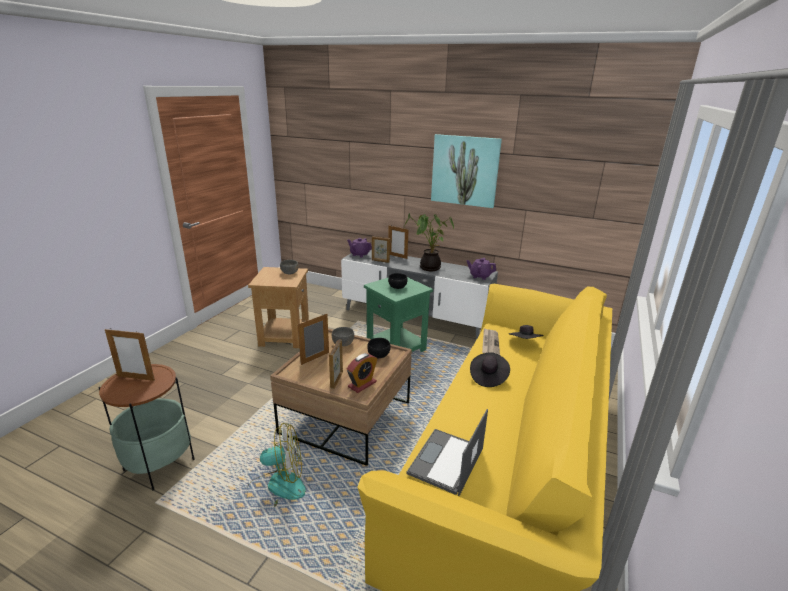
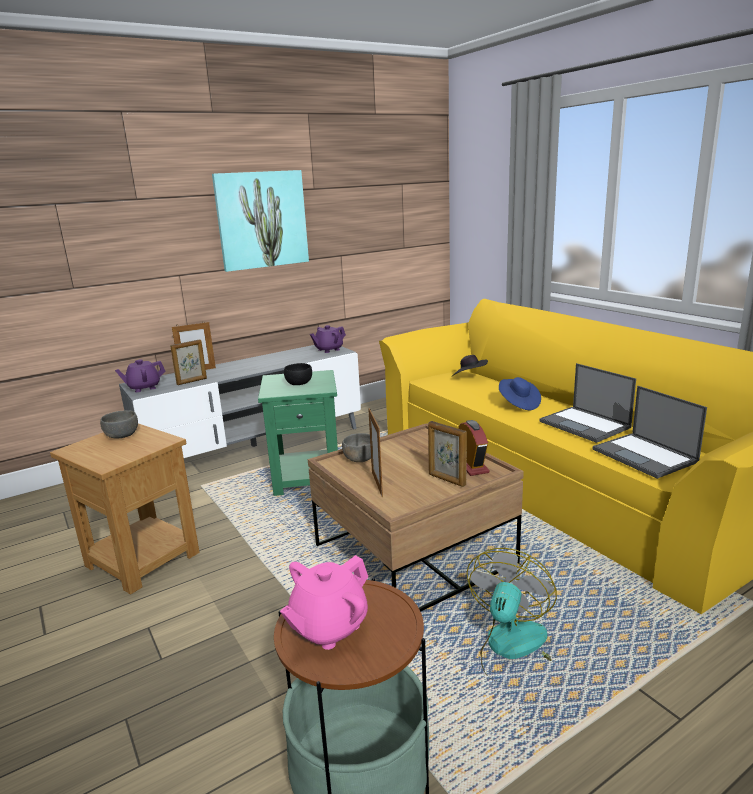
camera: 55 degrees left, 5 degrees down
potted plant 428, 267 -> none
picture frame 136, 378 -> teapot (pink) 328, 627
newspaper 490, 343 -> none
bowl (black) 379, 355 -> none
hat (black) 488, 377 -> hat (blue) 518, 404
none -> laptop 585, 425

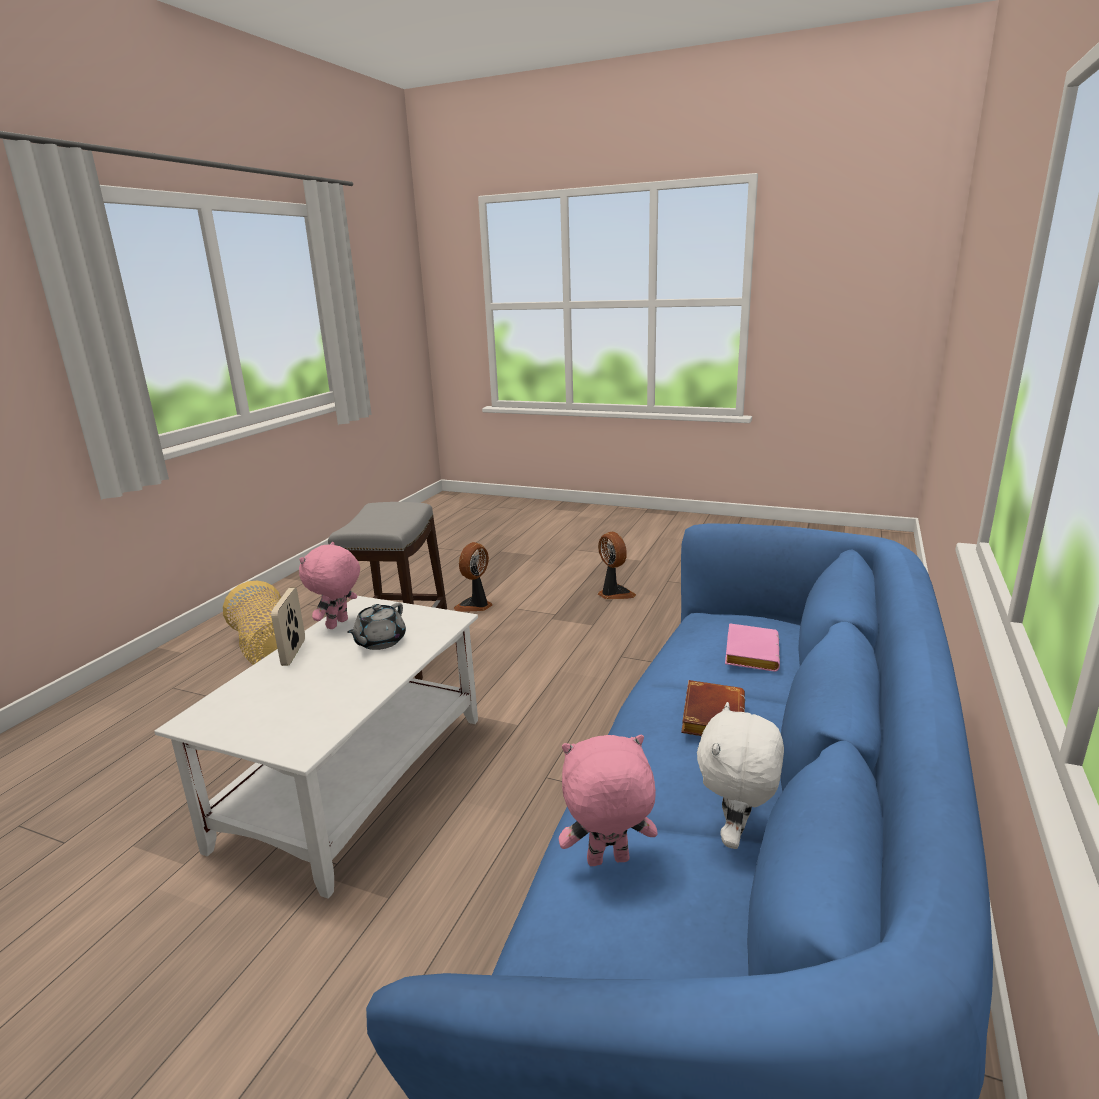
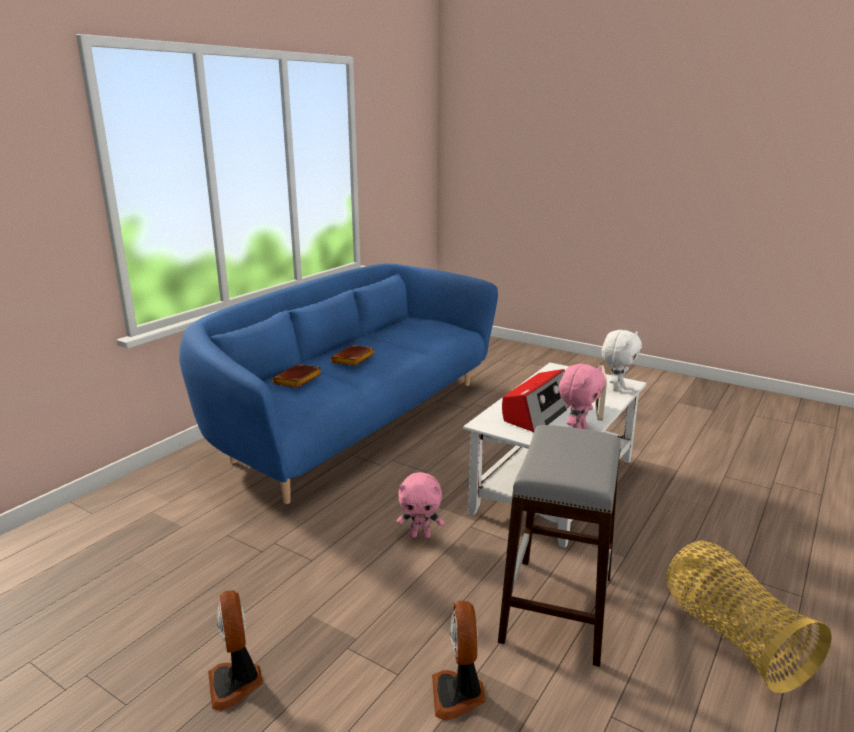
camera: 170 degrees left, 0 degrees up
fan 475, 606 -> fan 459, 694, 135 degrees clockwise
teapot (grey) 379, 642 -> radio 537, 412
book (pink) 749, 652 -> book (brown) 298, 380
plush toy (white) 736, 836 -> plush toy (white) 617, 388, relocated
plush toy (pink) 607, 862 -> plush toy (pink) 420, 535, relocated

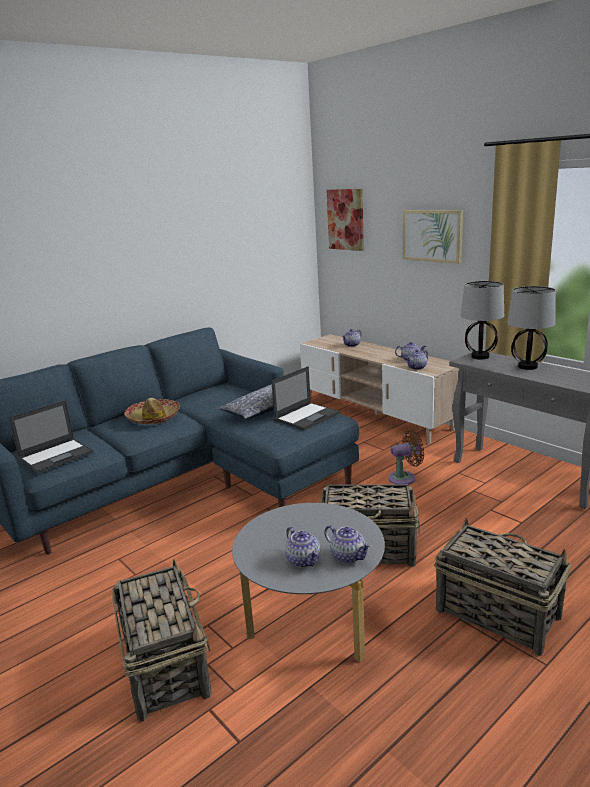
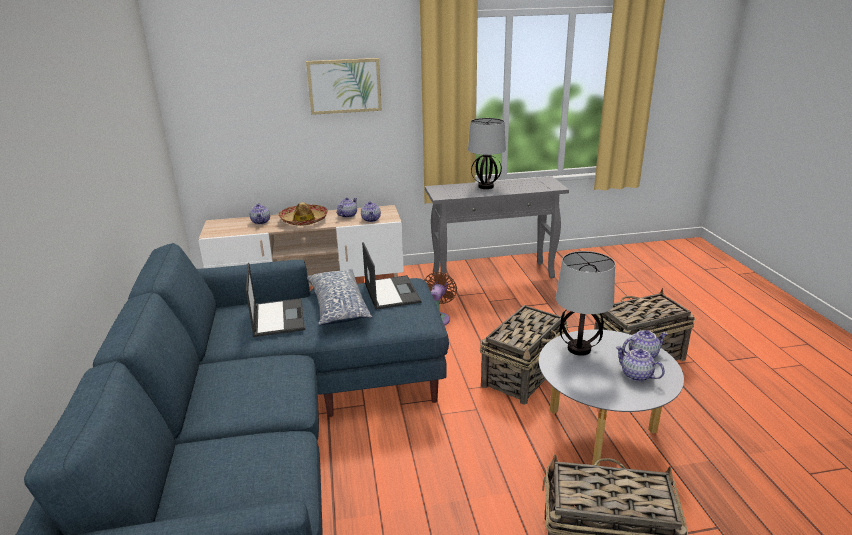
camera: 60 degrees left, 5 degrees up
picture 346, 219 -> none
table lamp 479, 357 -> table lamp 579, 349, relocated
hat 153, 418 -> hat 303, 220, relocated
laptop 57, 456 -> laptop 278, 317, relocated
teapot 304, 560 -> teapot 636, 375, 135 degrees counterclockwise

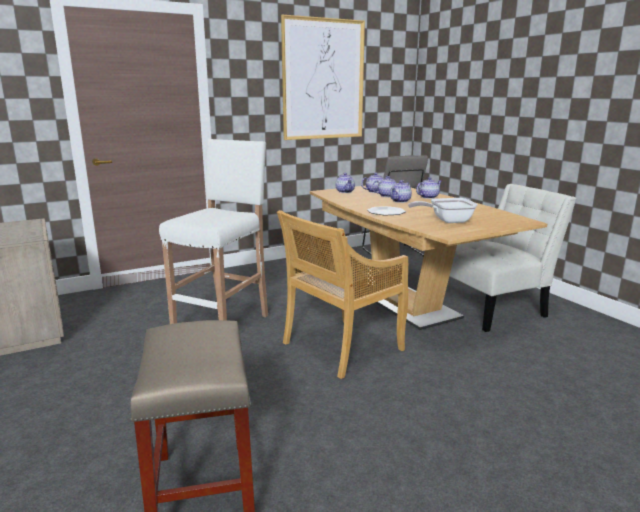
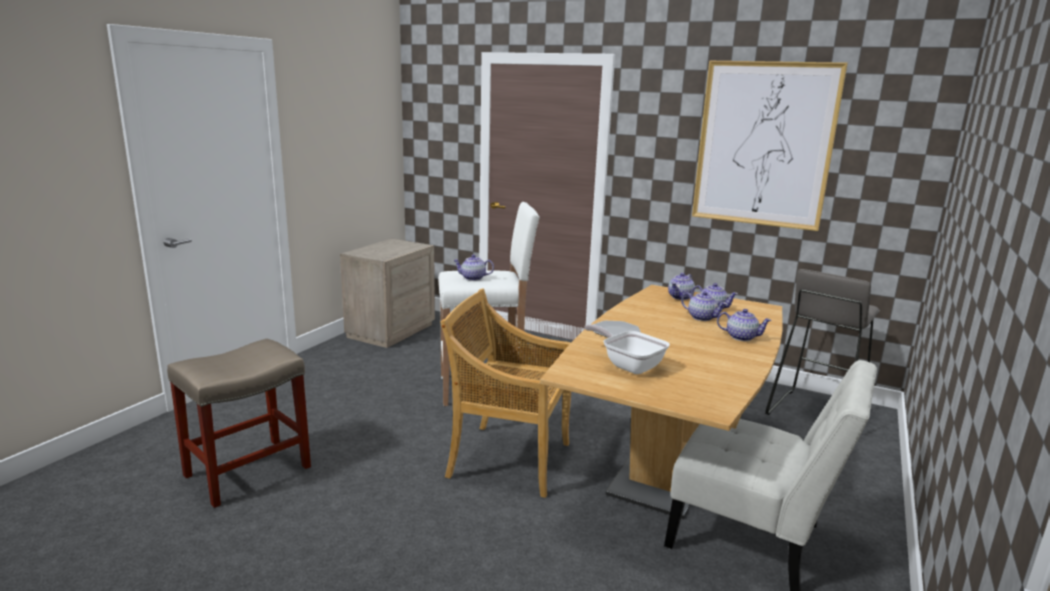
camera: 55 degrees right, 0 degrees up
teapot 400, 201 -> teapot 473, 278, relocated

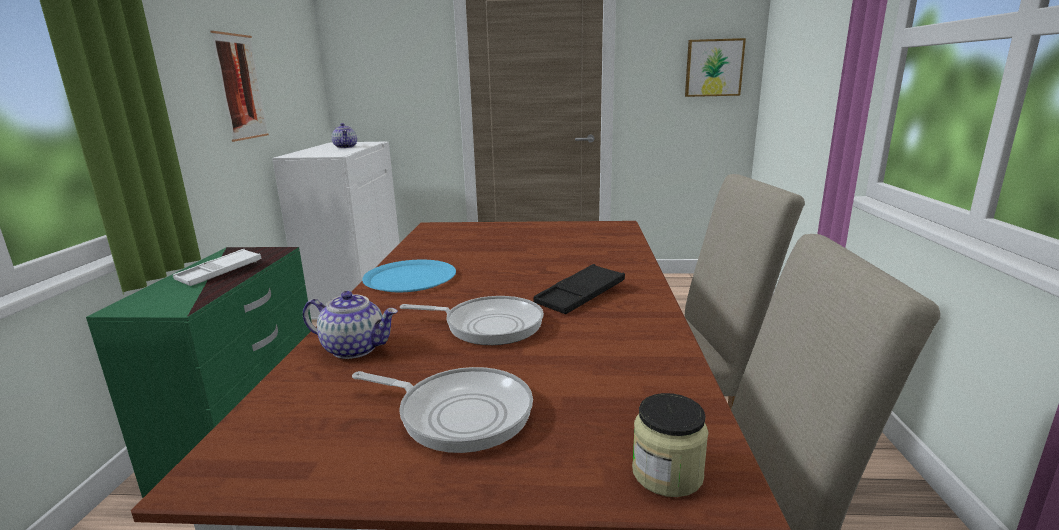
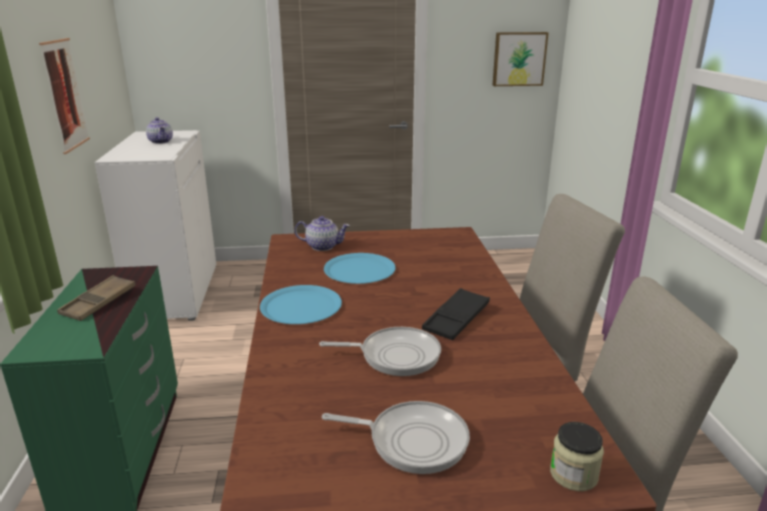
camera: 10 degrees left, 5 degrees up
tray (white) 220, 272 -> tray (brown) 99, 302
teapot 355, 348 -> teapot 323, 246, relocated
none -> plate (blue) 359, 270

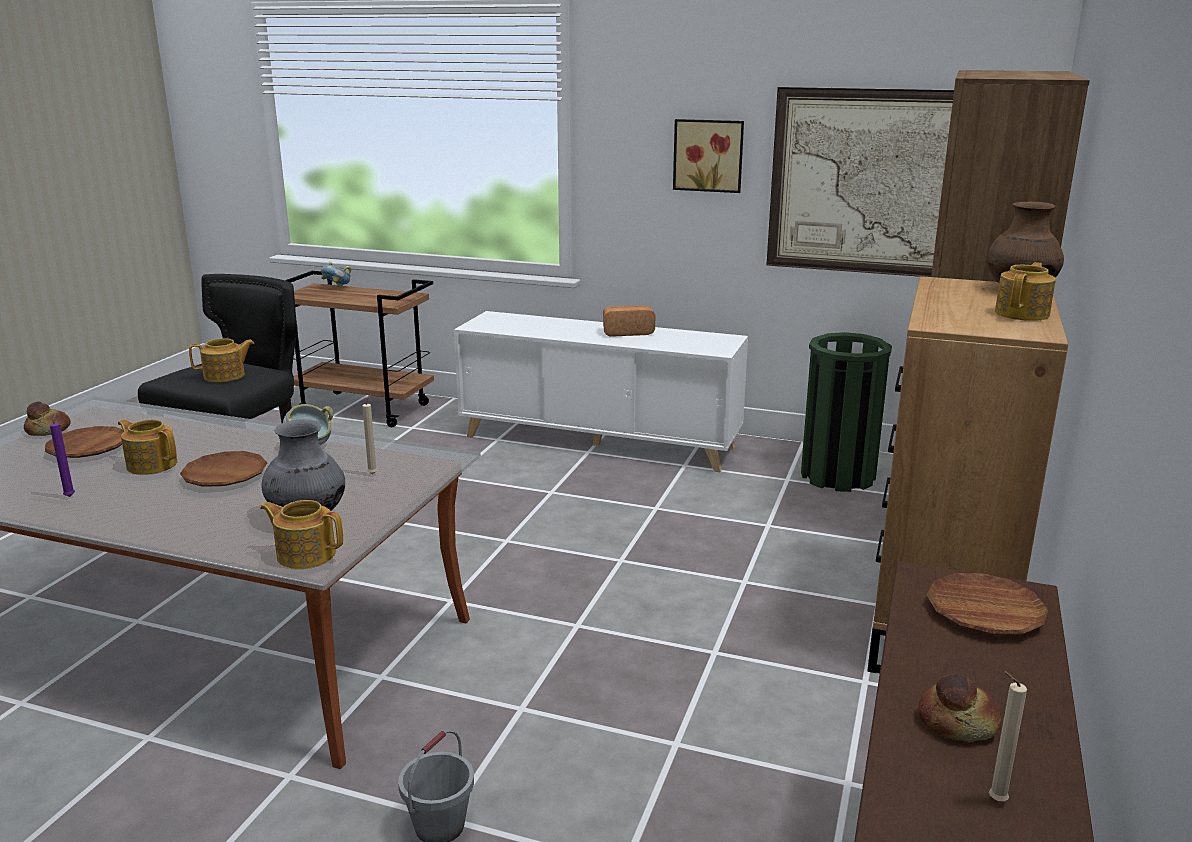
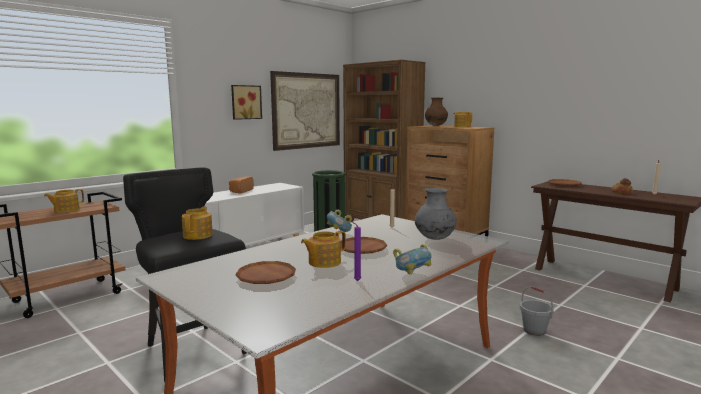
camera: 65 degrees left, 10 degrees down
bowl 337, 288 -> bowl 412, 275, relocated
bread 48, 431 -> none
teapot 305, 554 -> teapot 66, 210, relocated

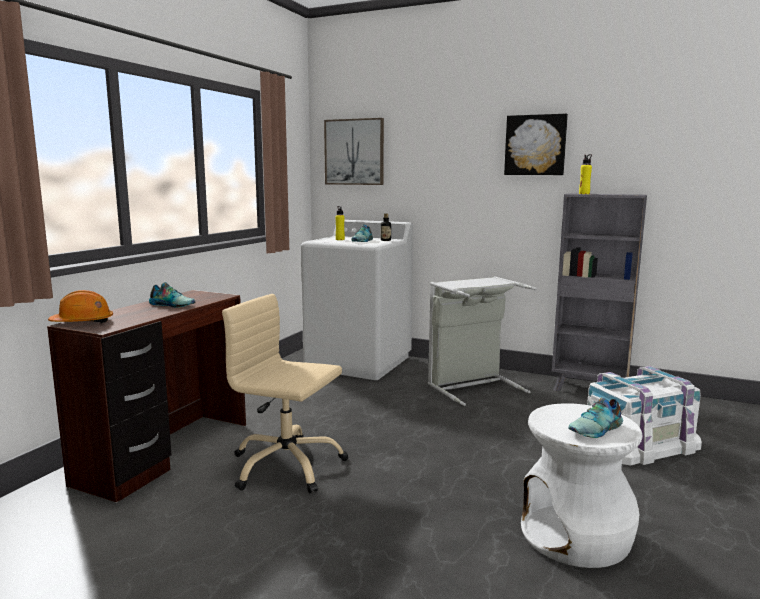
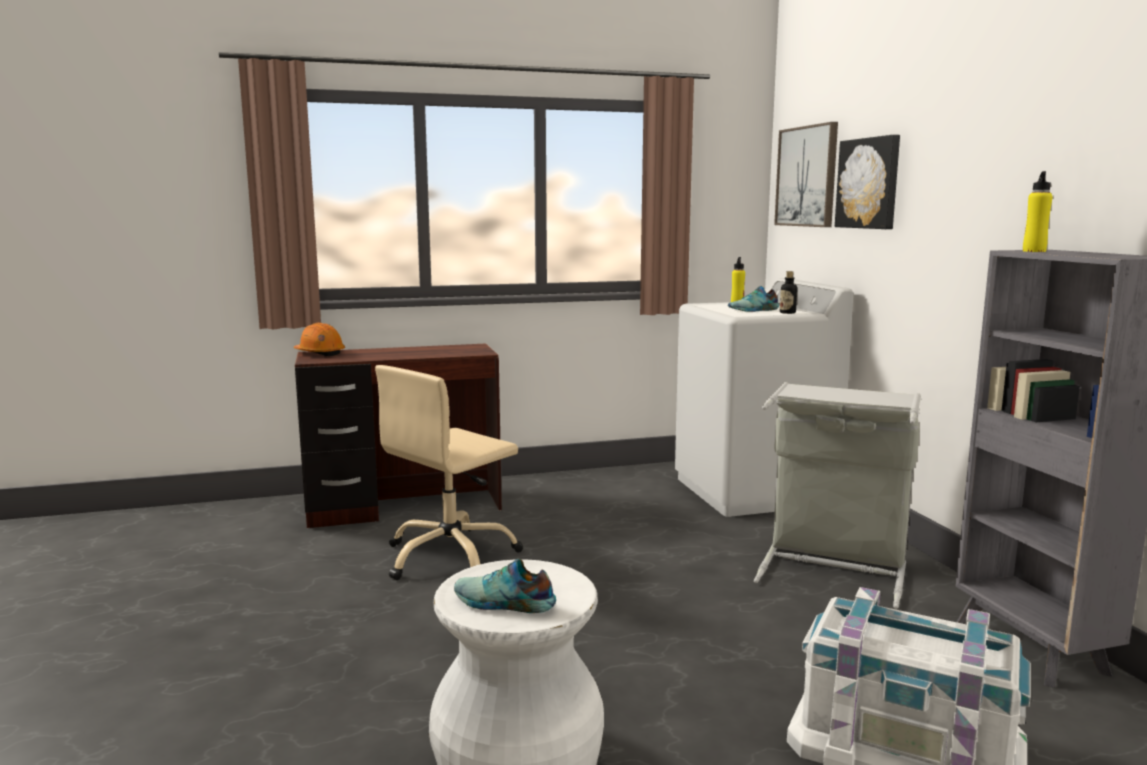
camera: 50 degrees right, 0 degrees up
picture 535, 145 -> picture 869, 183, relocated
shoe 173, 305 -> none
office chair (beige) 286, 466 -> office chair (beige) 451, 557, 120 degrees counterclockwise

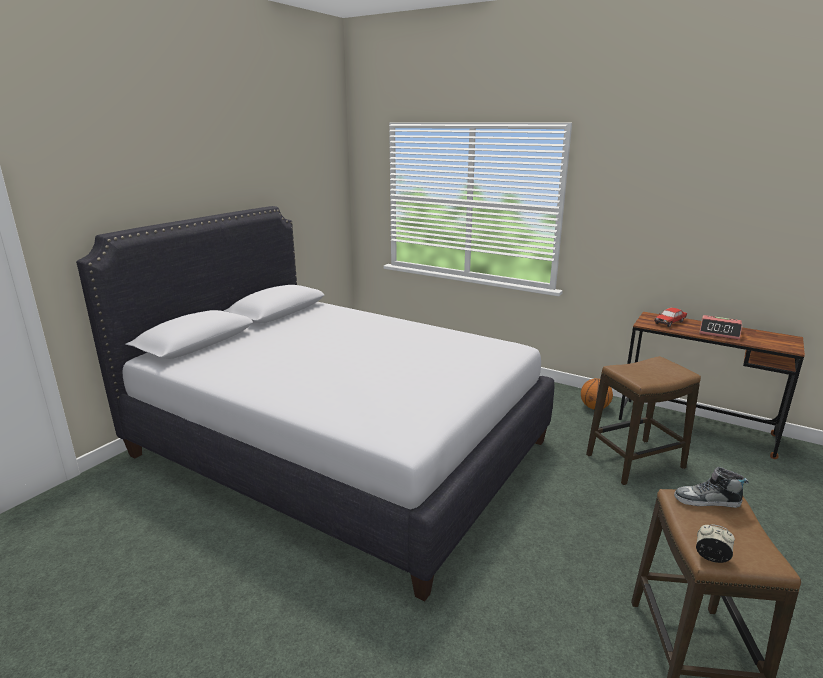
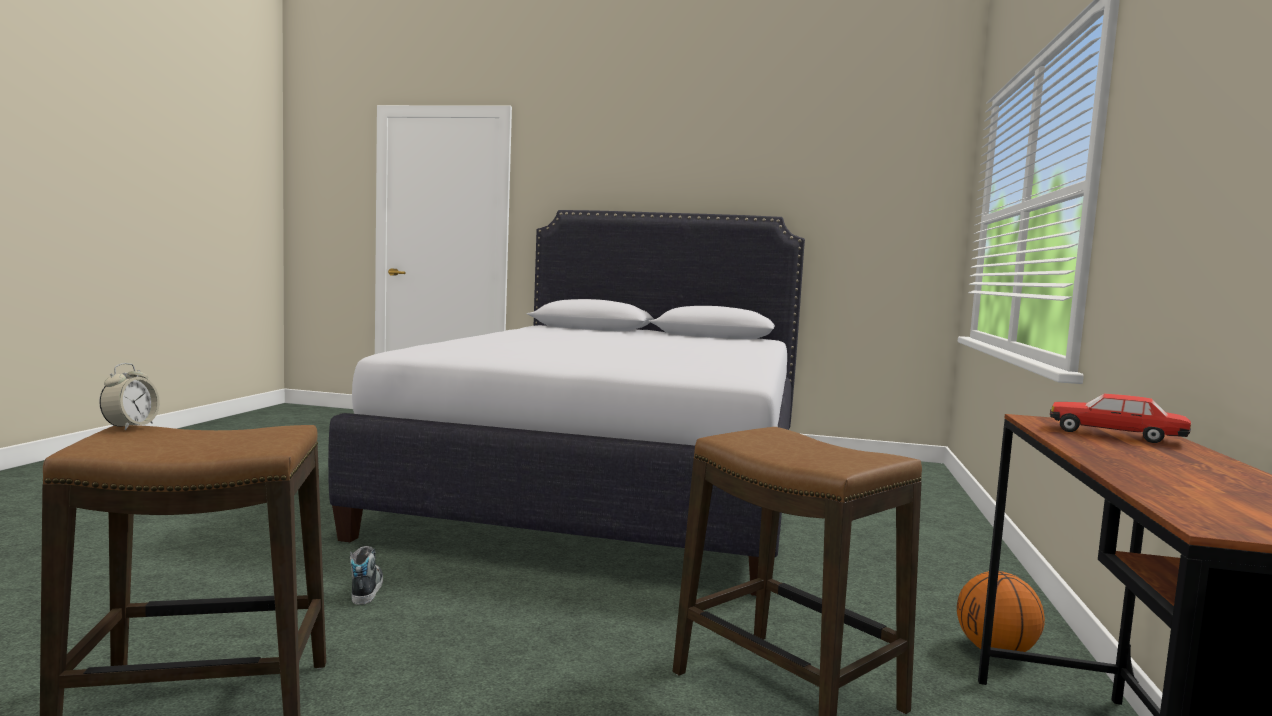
camera: 70 degrees right, 15 degrees down
alarm clock 719, 332 -> none
shoe 707, 501 -> shoe 366, 589, relocated

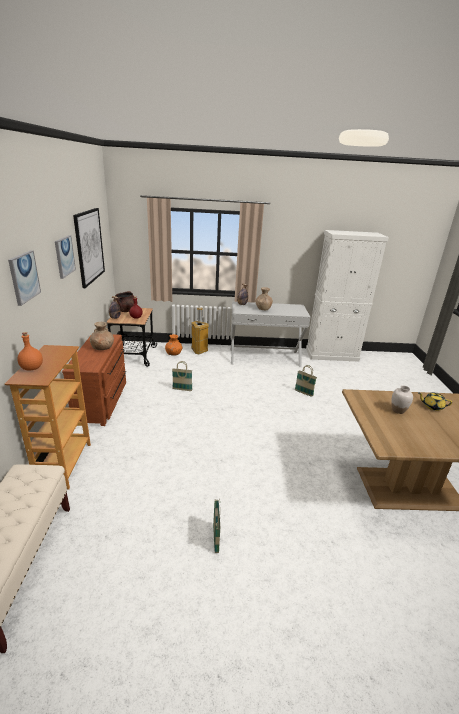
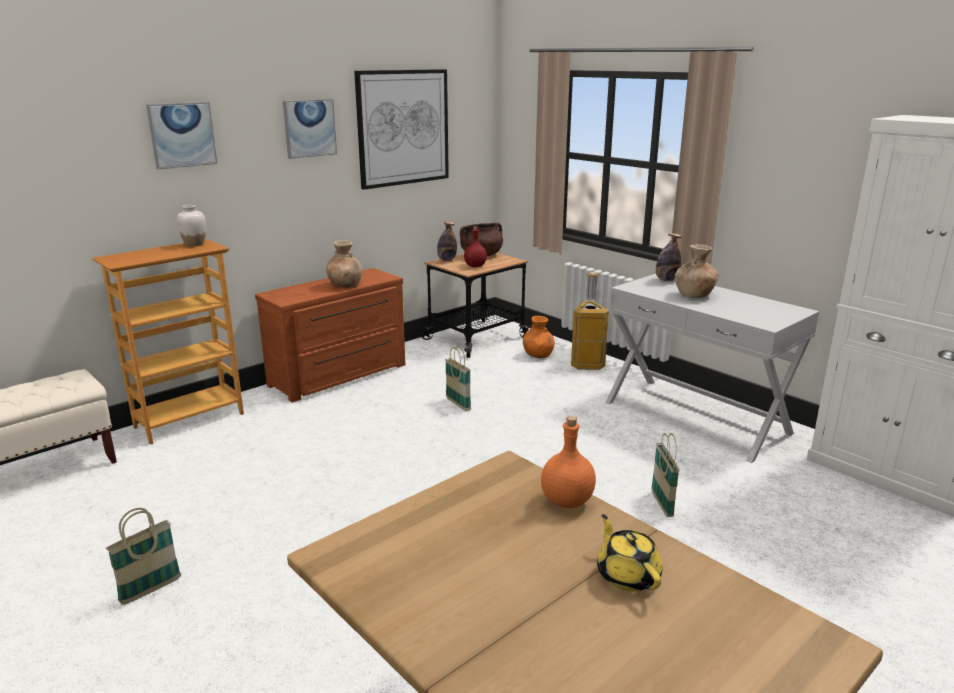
camera: 50 degrees right, 5 degrees down
bottle (orange) 32, 368 -> bottle (orange) 567, 501, relocated
vase (white) 398, 410 -> vase (white) 194, 244, relocated

